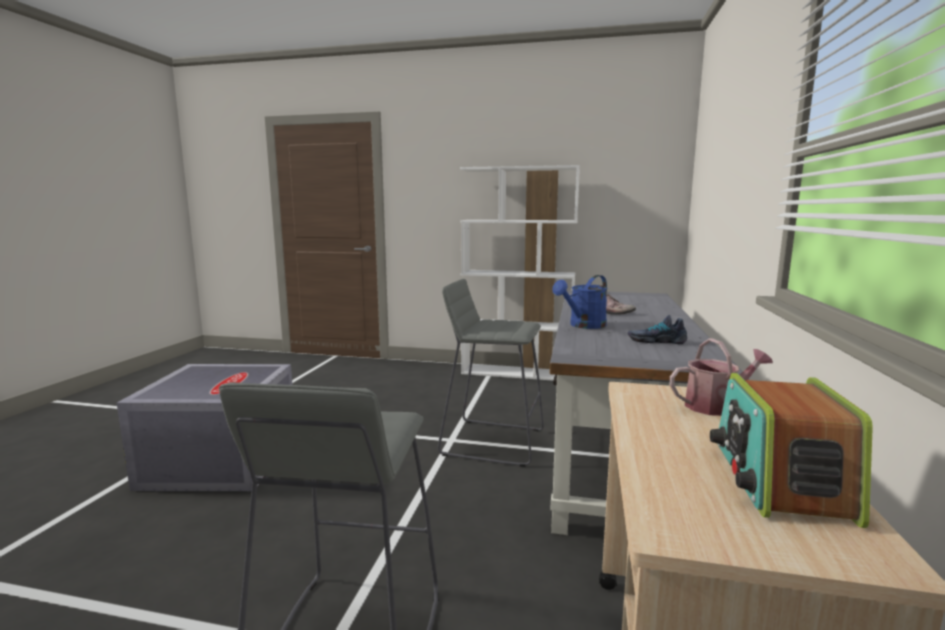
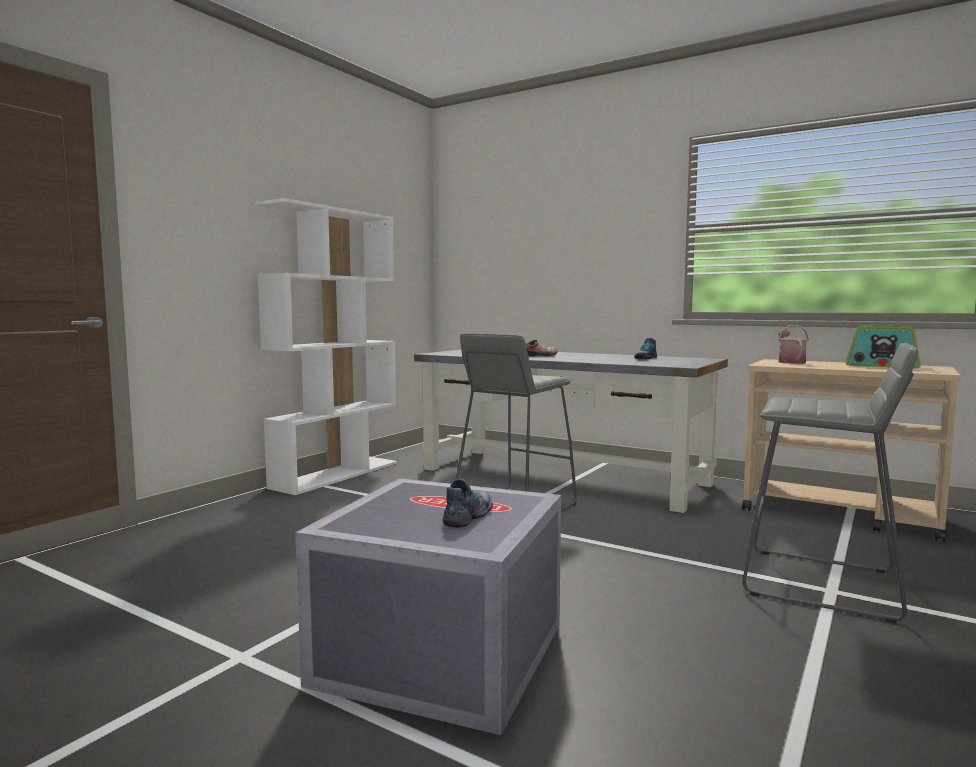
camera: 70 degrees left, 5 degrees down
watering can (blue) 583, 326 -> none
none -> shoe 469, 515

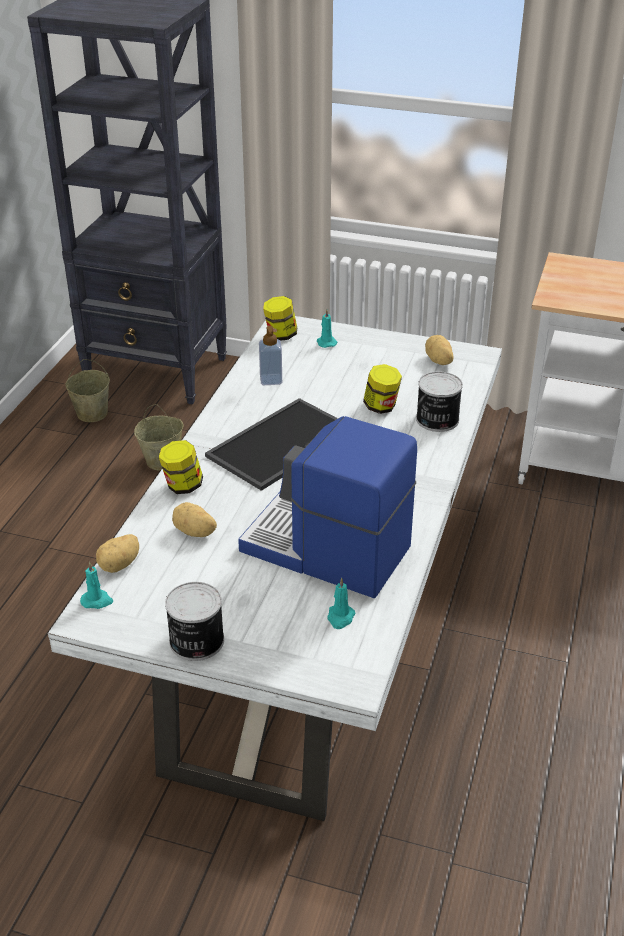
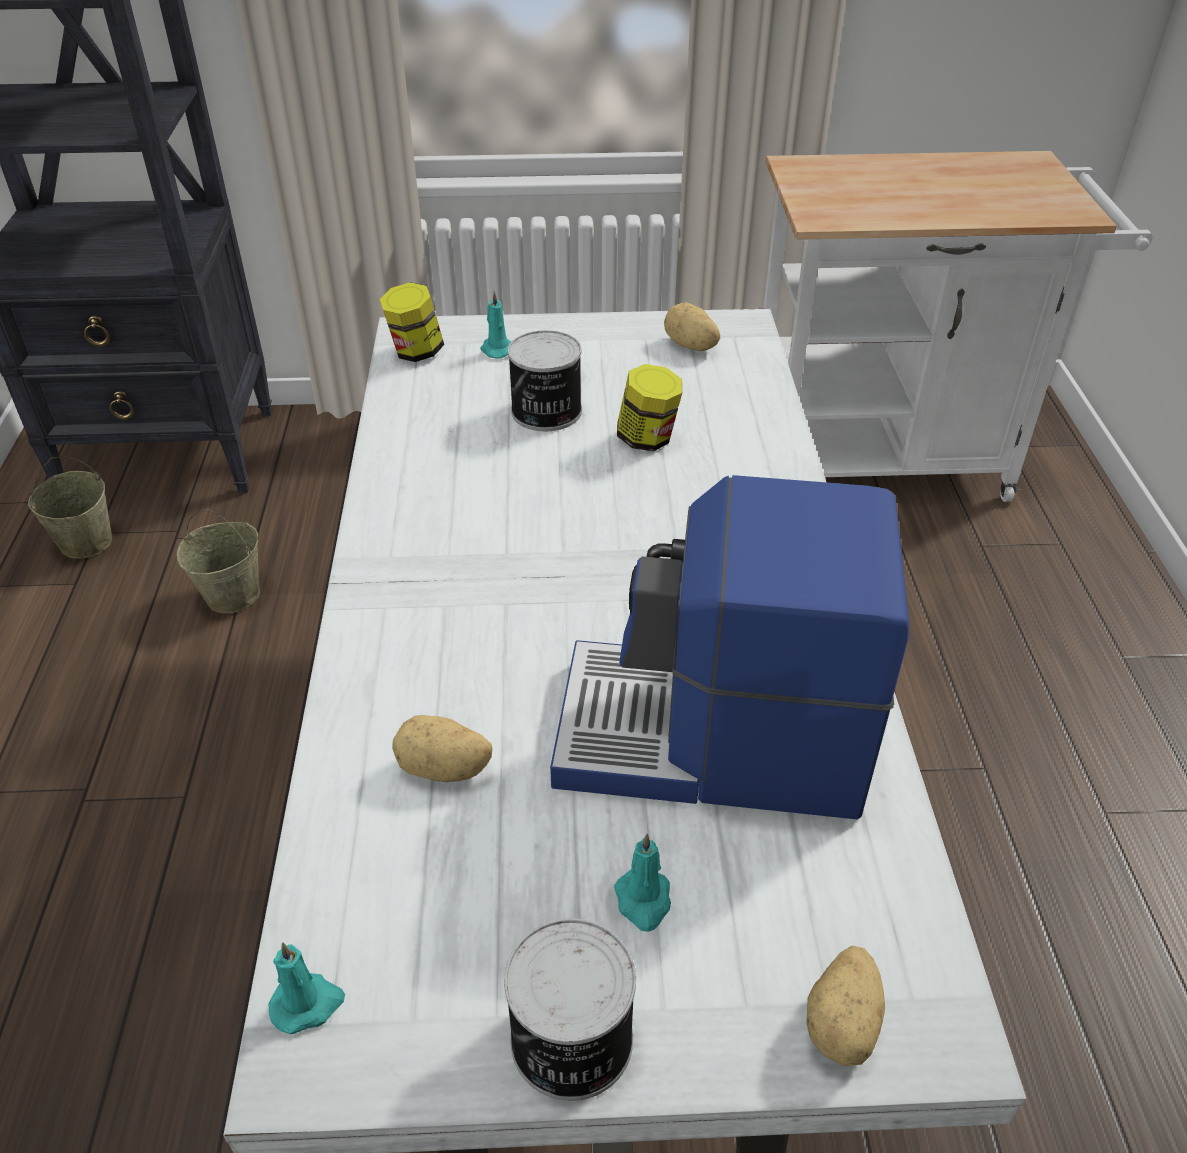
camera: 20 degrees left, 5 degrees up
soap dispenser 271, 380 -> none
can 437, 420 -> can 546, 412, relocated
tray 281, 445 -> none
jar 182, 486 -> none
potato 120, 565 -> potato 844, 1024, relocated
candle (turquoise) 340, 618 -> candle (turquoise) 643, 901, relocated

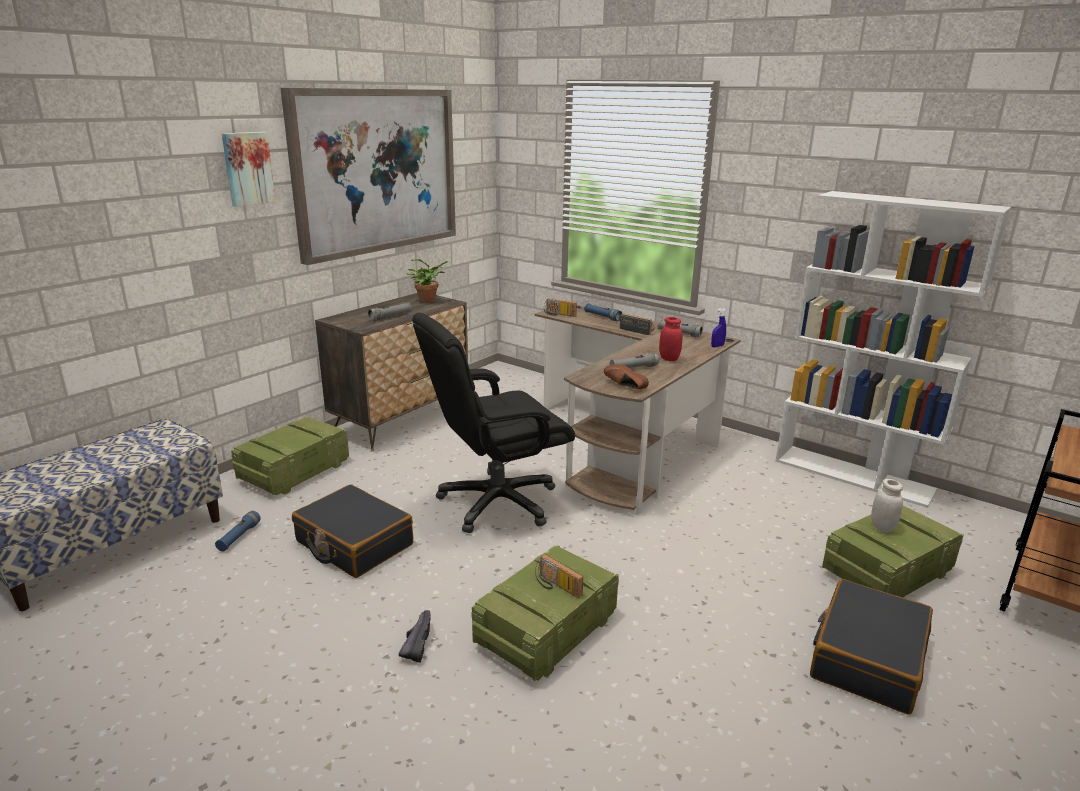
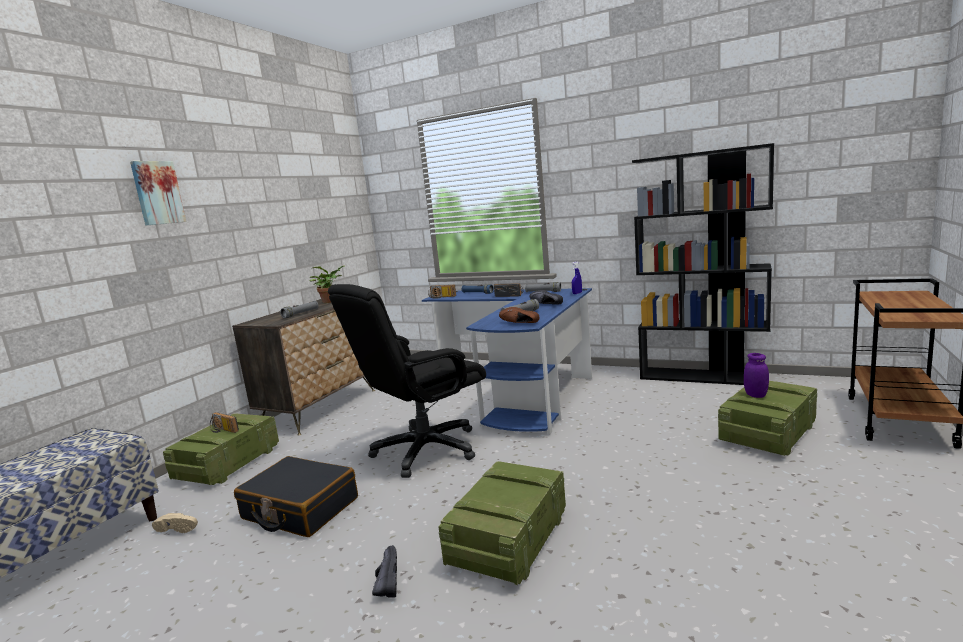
camera: 10 degrees left, 10 degrees down
picture 376, 171 -> none
bookcase (white) 854, 475 -> bookcase (black) 703, 376
desk (brown) 629, 444 -> desk (blue) 521, 389
jar (red) 669, 359 -> shoe (black) 545, 305
jar (white) 882, 527 -> jar (purple) 755, 395
flashlight (blue) 239, 537 -> shoe (beige) 180, 528
radio 556, 586 -> radio 222, 430, relocated
suitcase (black) 867, 658 -> none

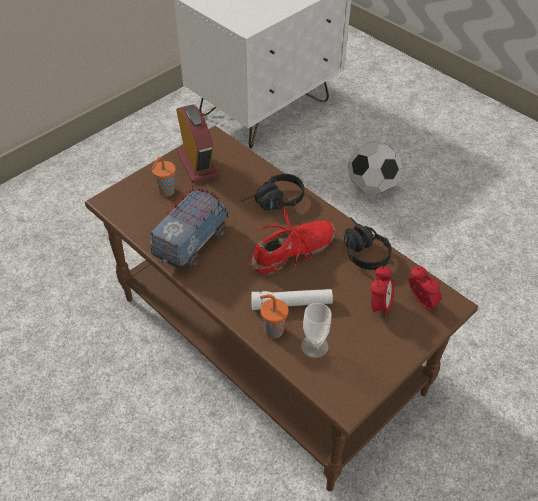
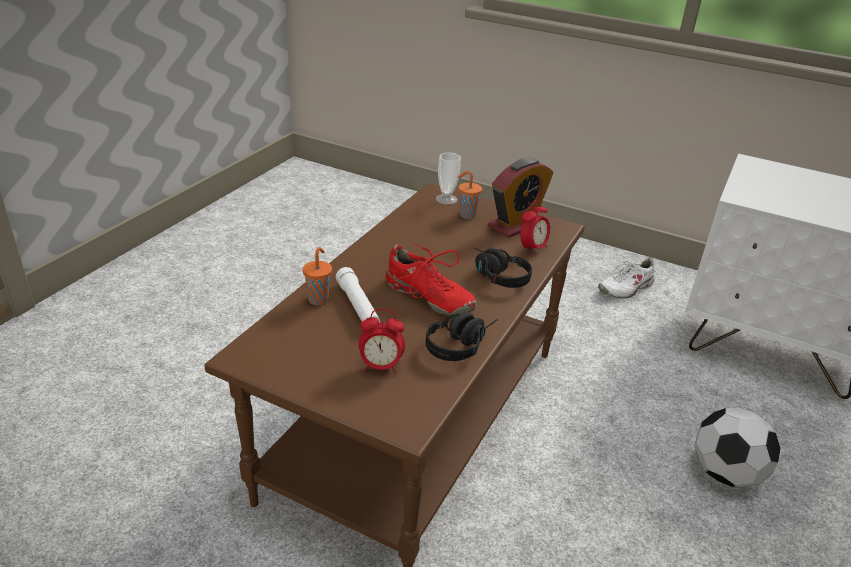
camera: 70 degrees right, 15 degrees down
toy truck 192, 244 -> none
alarm clock 421, 303 -> alarm clock 532, 249, relocated
cup 314, 346 -> cup 446, 199, relocated
none -> shoe (white) 625, 288

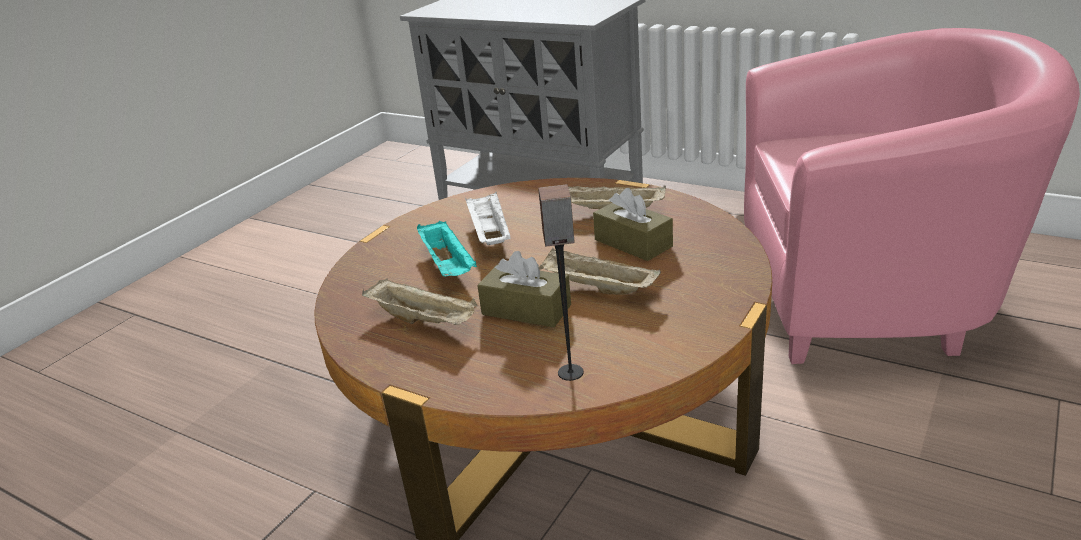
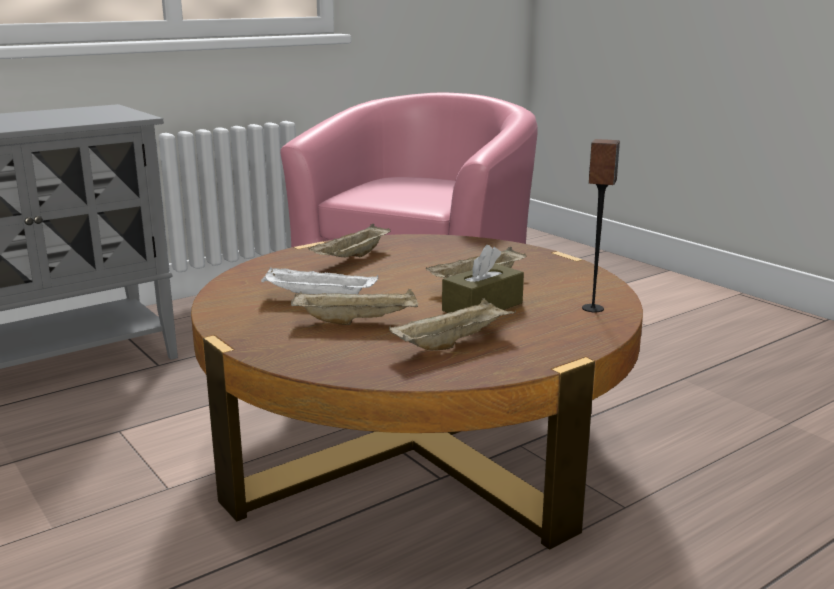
camera: 70 degrees left, 10 degrees down
tissue box (brown) 633, 243 -> none
tray (turquoise) 448, 266 -> tray (beige) 358, 321

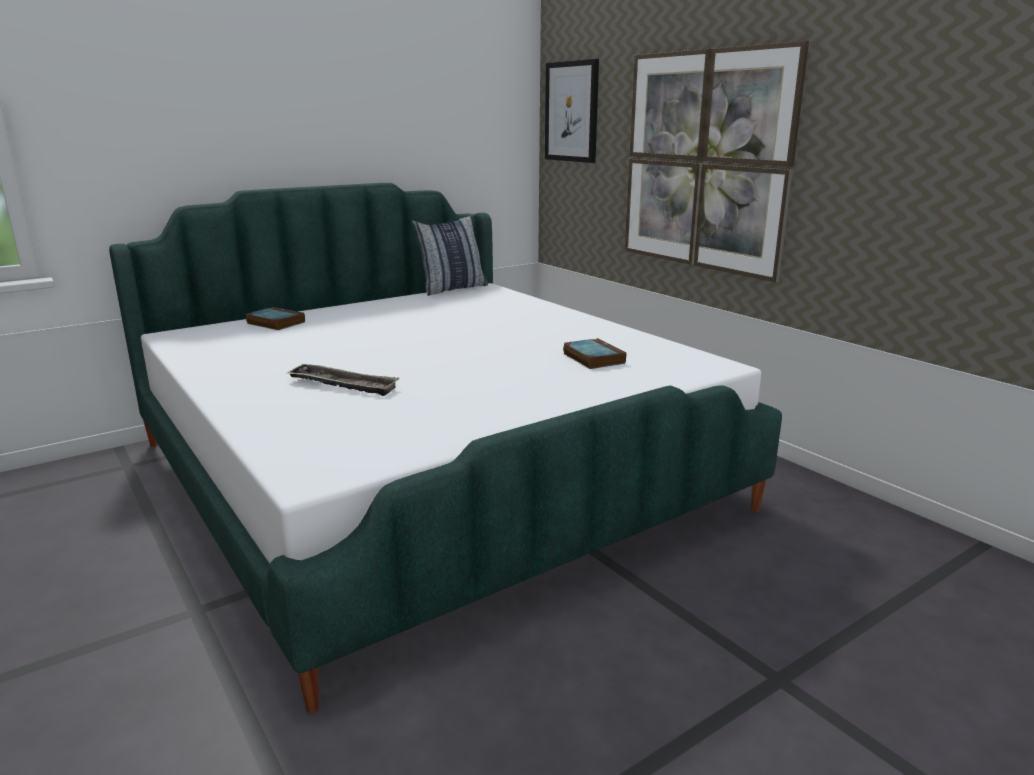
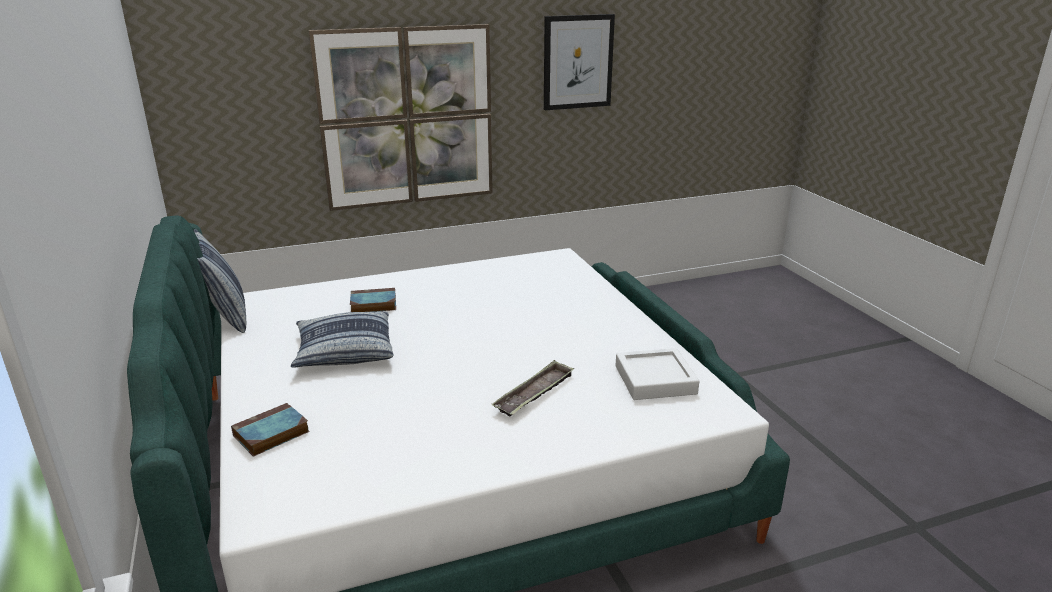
camera: 75 degrees left, 5 degrees up
picture 572, 112 -> picture 577, 62, relocated
book 592, 358 -> book 372, 304, relocated
none -> pillow 344, 351
none -> tray (white) 655, 380

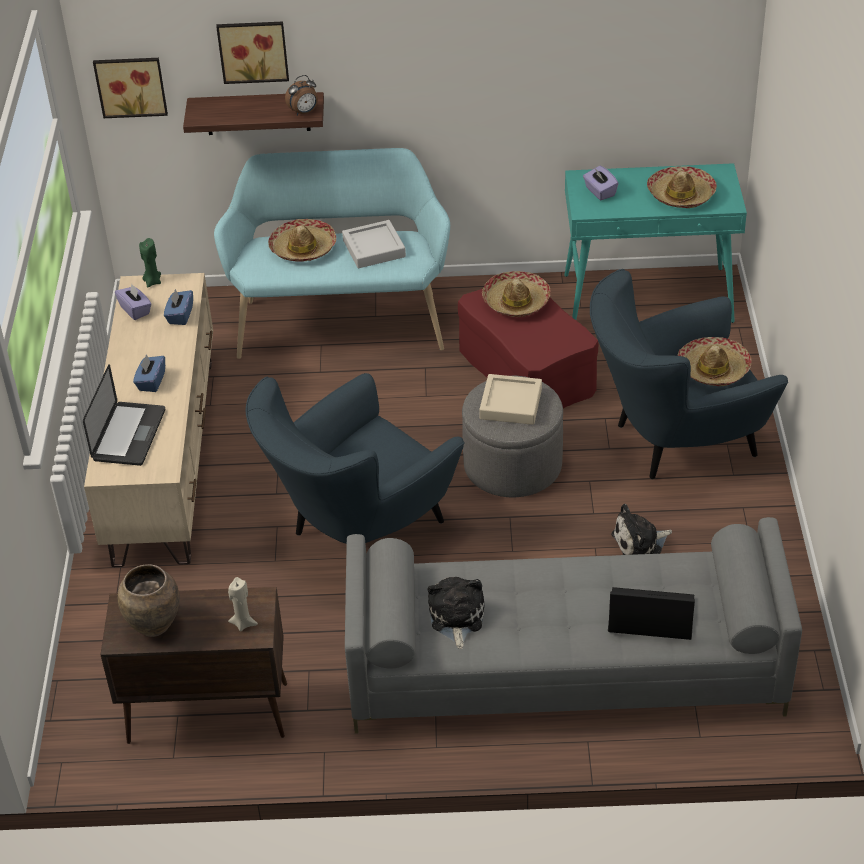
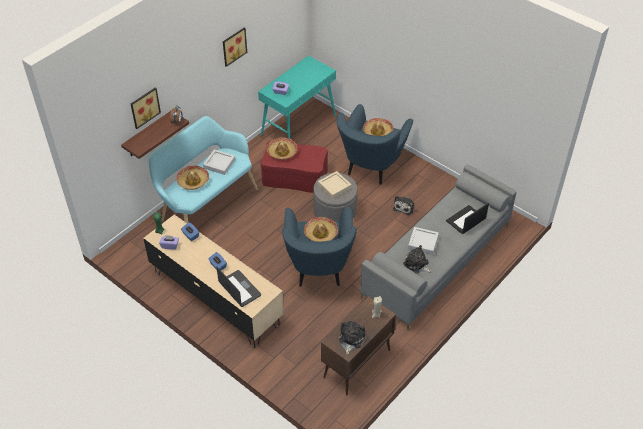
camera: 50 degrees left, 5 degrees up
picture 131, 85 -> picture 233, 46, relocated
hat 681, 195 -> hat 321, 233, relocated
vase (brown) 153, 625 -> plush toy 351, 339
none -> tray (grey) 423, 242

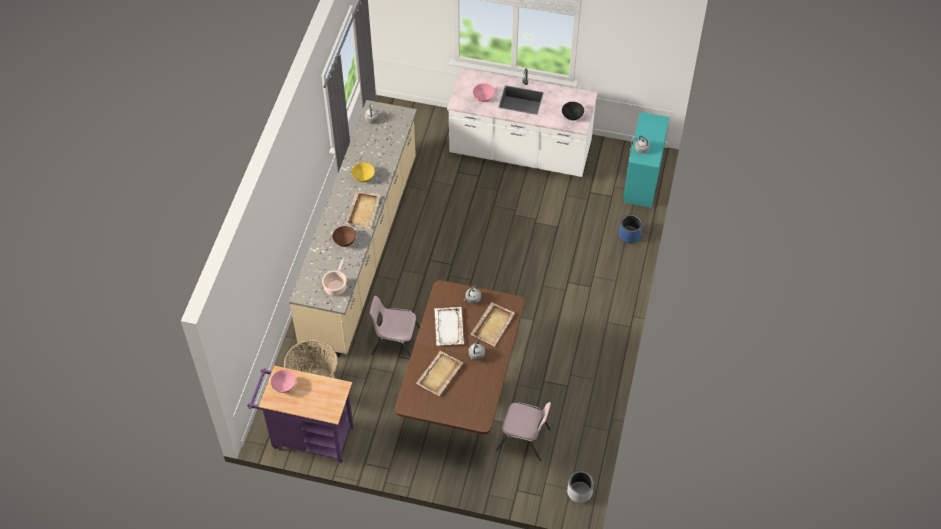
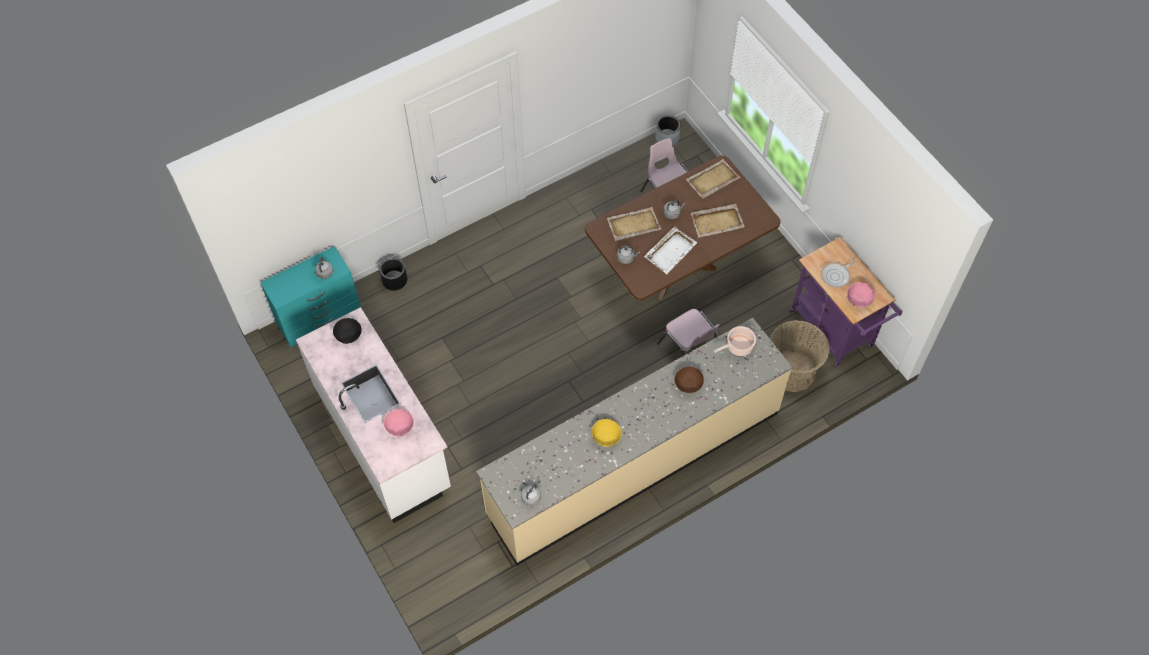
camera: 135 degrees left, 5 degrees up
tray (beige) 363, 210 -> tray (beige) 712, 180, relocated
planter (blue) 629, 234 -> planter (black) 394, 280
none -> frying pan 836, 276

